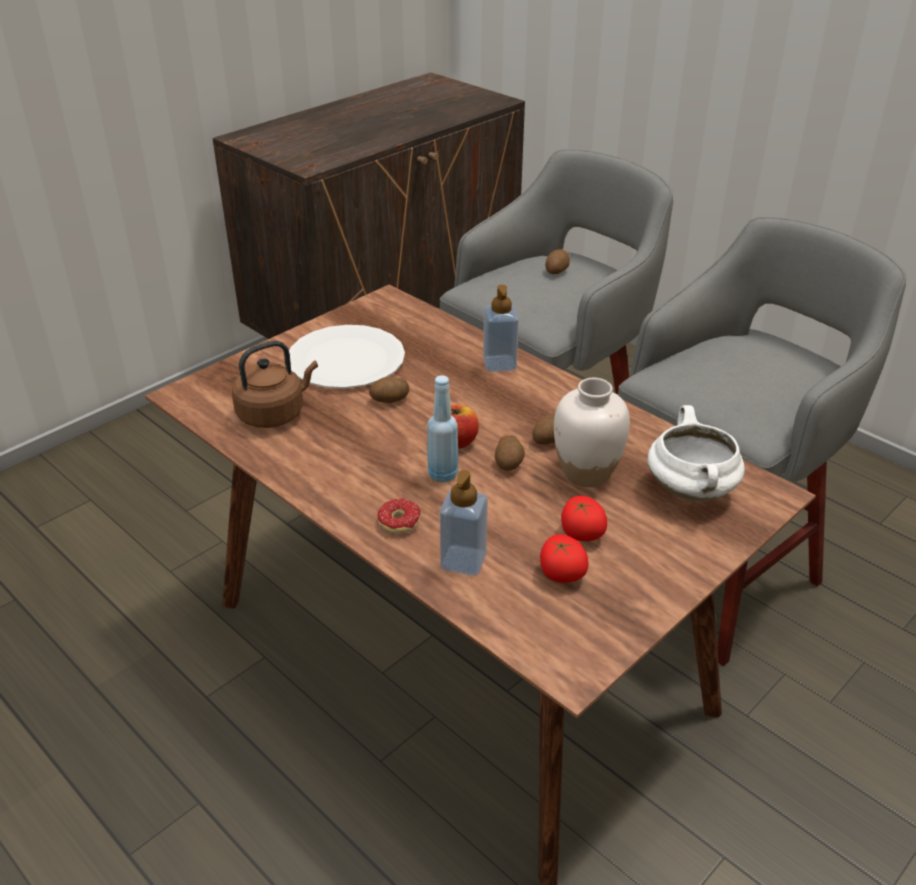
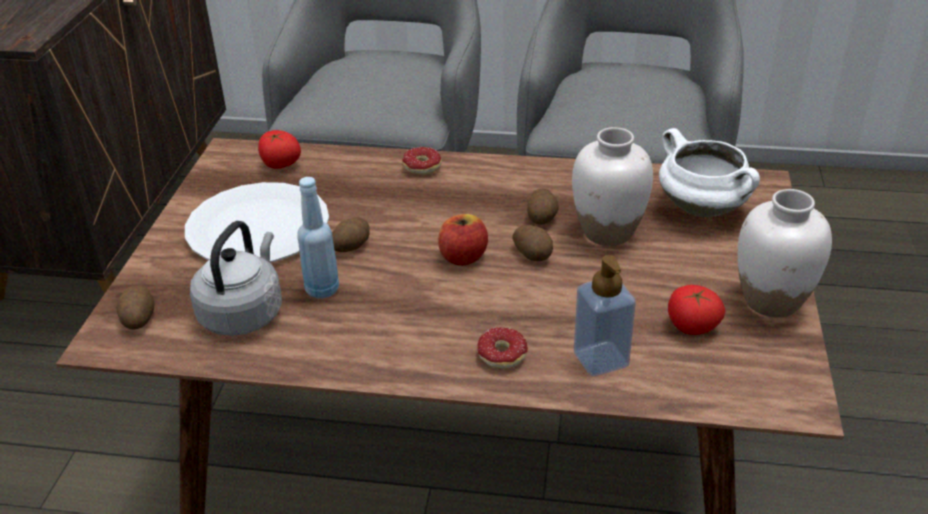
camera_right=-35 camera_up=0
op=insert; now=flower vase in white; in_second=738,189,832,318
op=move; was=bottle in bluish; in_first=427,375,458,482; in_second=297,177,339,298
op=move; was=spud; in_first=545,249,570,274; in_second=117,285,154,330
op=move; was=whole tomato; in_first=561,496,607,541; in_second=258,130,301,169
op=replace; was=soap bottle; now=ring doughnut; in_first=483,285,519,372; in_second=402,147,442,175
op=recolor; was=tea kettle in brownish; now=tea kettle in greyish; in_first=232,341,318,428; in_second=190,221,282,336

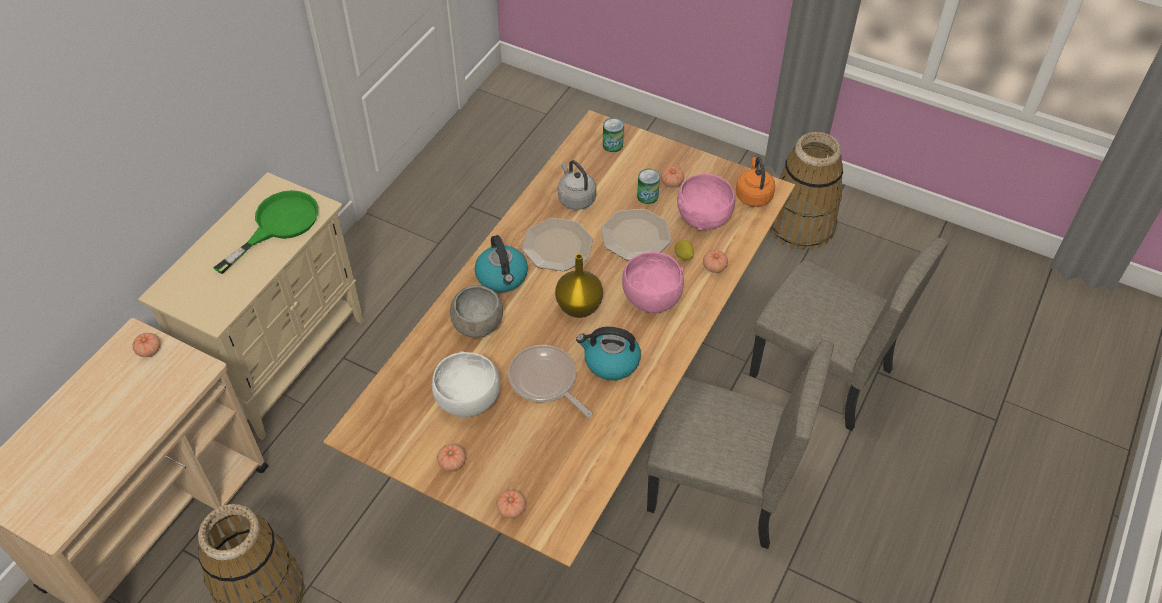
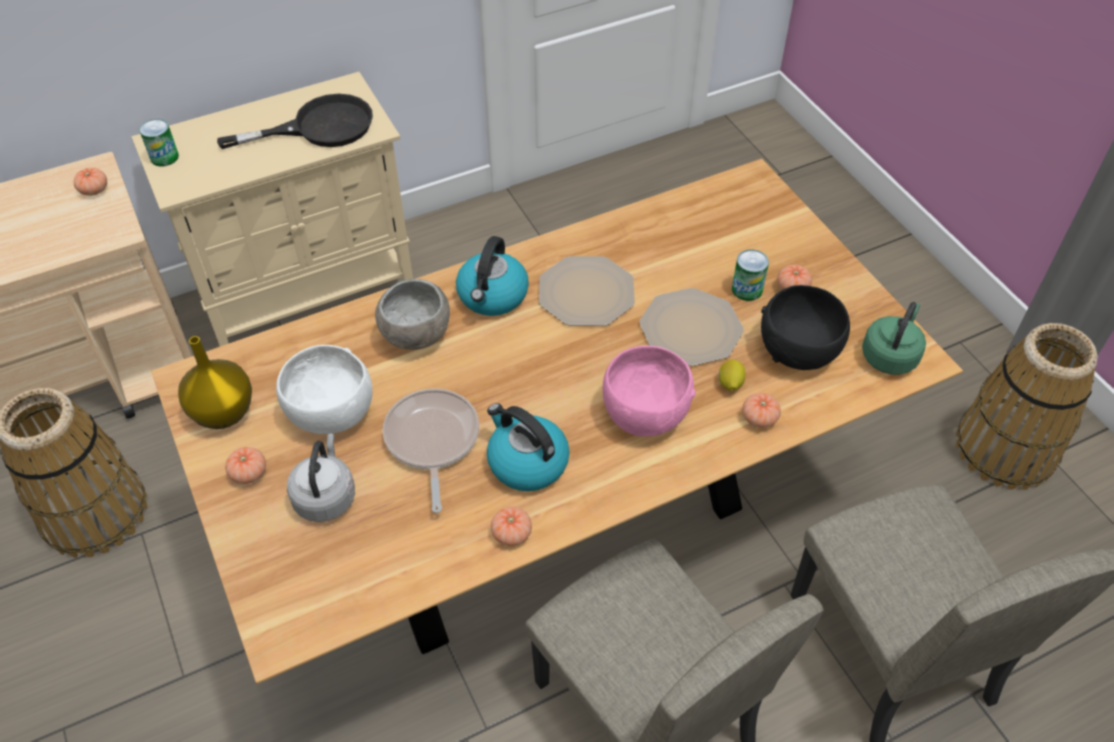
camera_right=35 camera_up=0
op=move; was=whole tomato; in_first=496,490,526,519; in_second=491,507,532,546
op=move; was=flower vase in yellowish; in_first=555,254,603,318; in_second=178,336,252,429
op=move; was=tea kettle in greyish; in_first=558,160,596,210; in_second=287,433,355,522
op=move; was=can; in_first=603,118,624,152; in_second=139,119,179,167
op=recolor; was=pan in greenish; now=pan in blackish; in_first=213,190,318,274; in_second=217,94,373,149
op=recolor; was=deep dish in pink; now=deep dish in blackish; in_first=677,174,735,230; in_second=761,285,850,370
op=recolor; was=tea kettle in orange; now=tea kettle in greenish; in_first=736,157,775,207; in_second=862,302,926,375

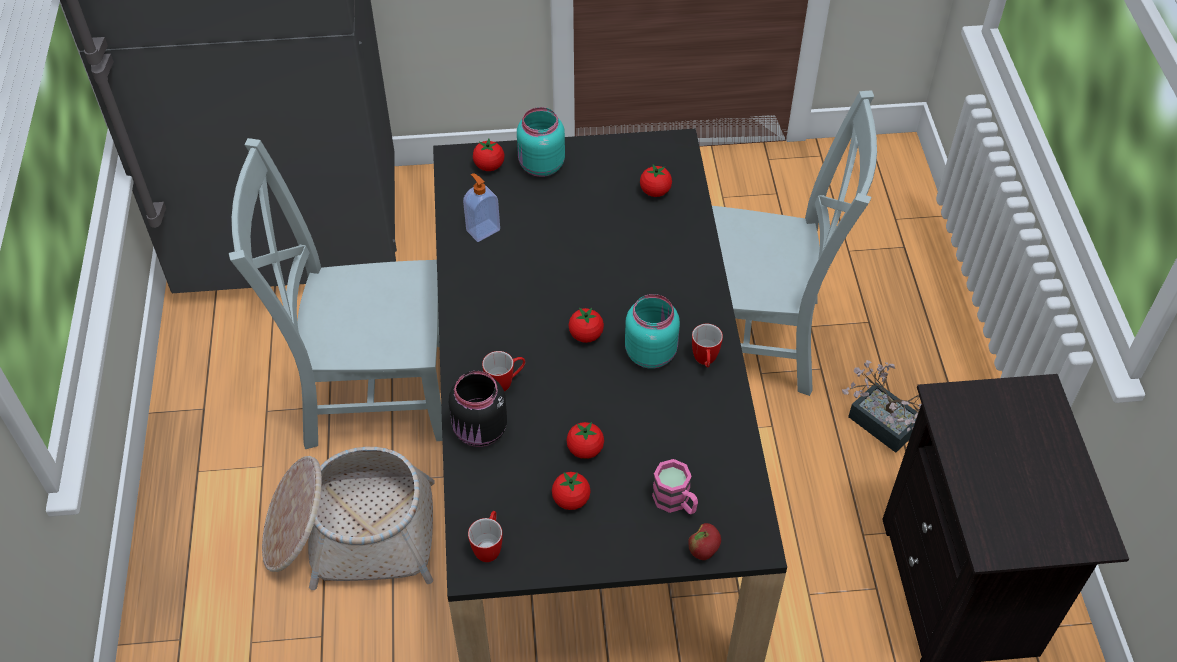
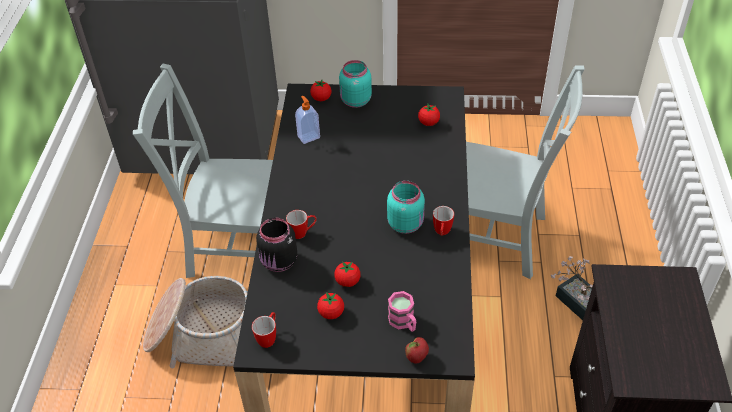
camera_right=10 camera_up=-5
op=delete; was=whole tomato; in_first=568,308,604,343

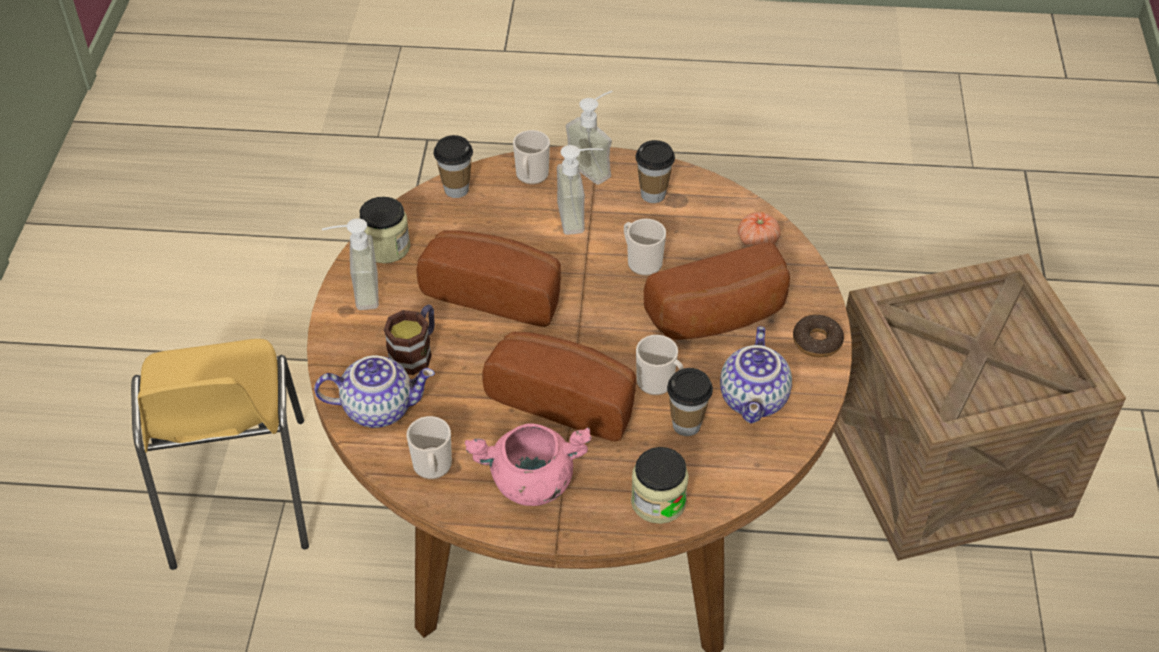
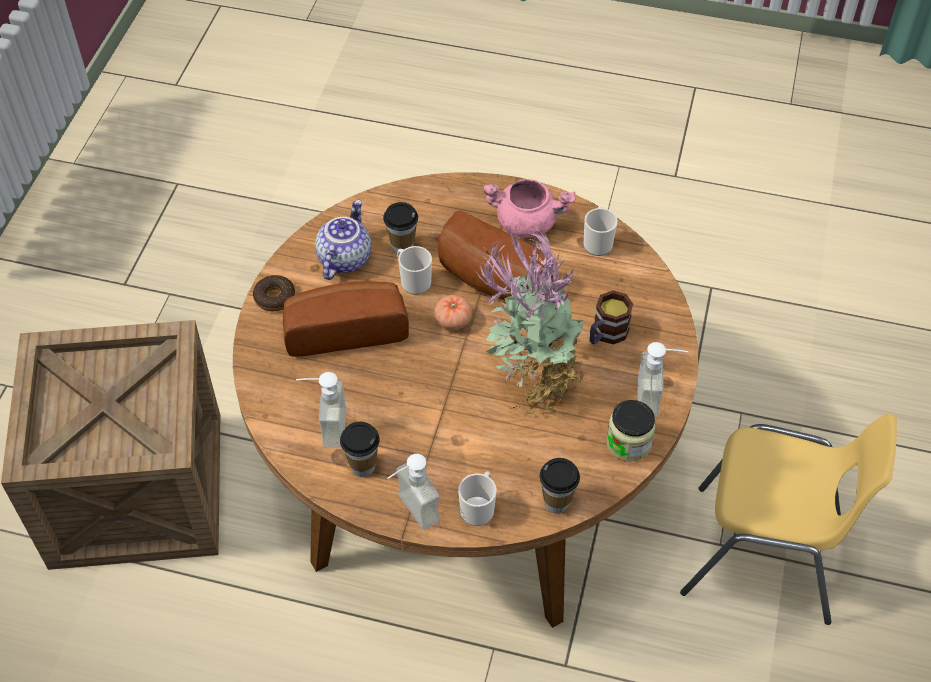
camera_right=-170 camera_up=5
op=delete; was=pot for tea; in_first=314,355,435,428
op=delete; was=coffee mug; in_first=624,219,666,276
op=delete; was=jar; in_first=631,447,689,524
op=move; was=soap bottle; in_first=557,145,603,235; in_second=296,372,347,448
op=move; was=whole tomato; in_first=738,212,781,247; in_second=434,295,472,330
op=replace; was=baked bread; now=potted plant; in_first=416,231,561,327; in_second=475,227,586,416
op=rotate; was=plain chair in yellowish; in_first=131,339,309,570; in_second=680,414,897,625; clockwise=105

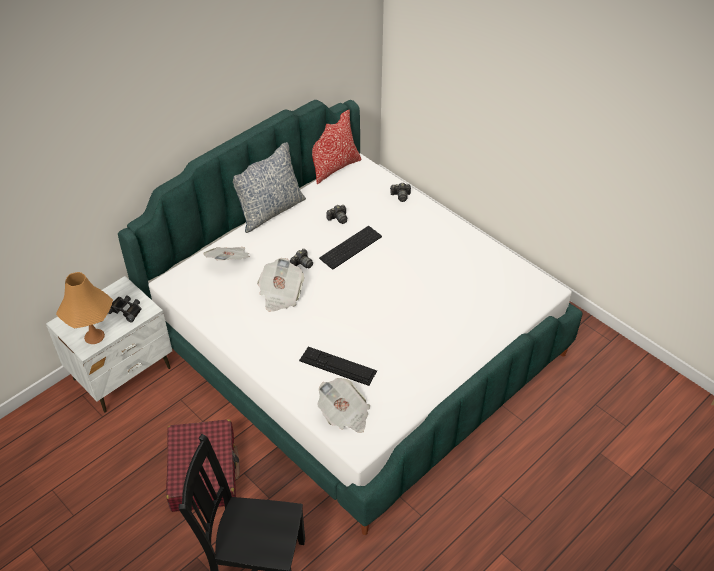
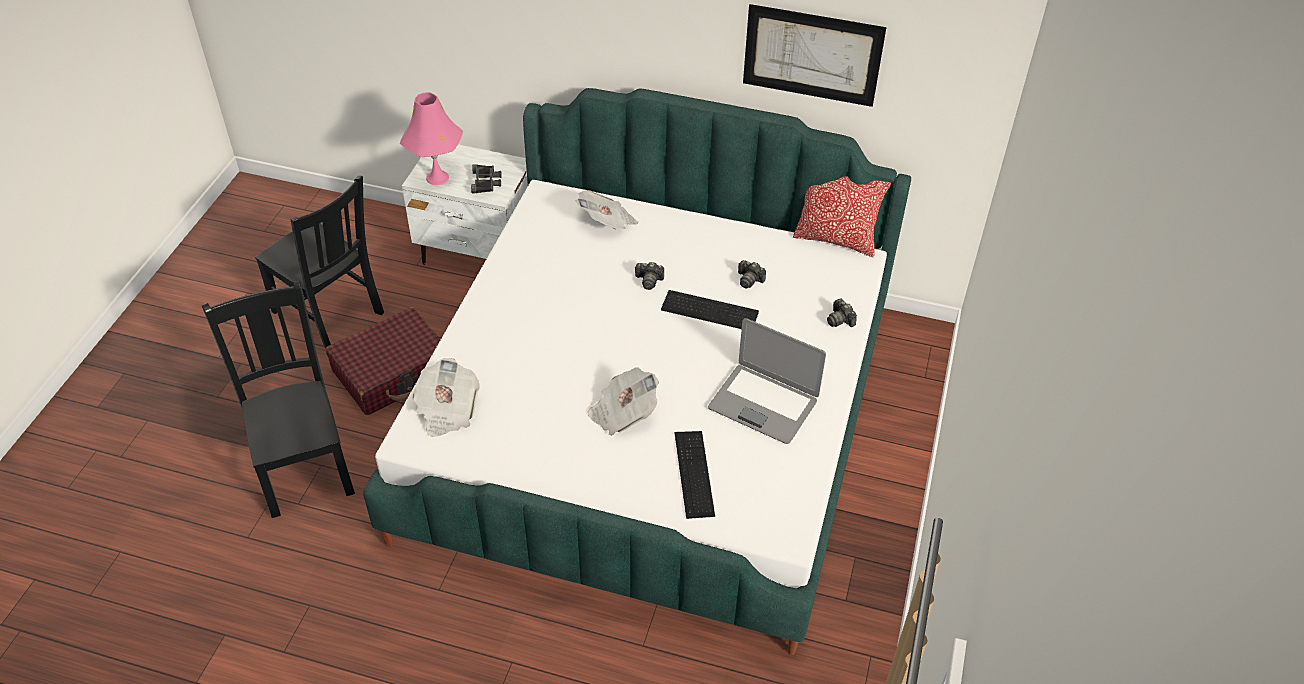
camera_right=60 camera_up=0
op=delete; was=cushion; in_first=233,142,306,233
op=insert; now=plain chair in blackish; in_second=255,176,384,349
op=insert; now=portable computer; in_second=708,318,826,444
op=insert; now=picture; in_second=743,4,886,107
op=move; was=daily paper; in_first=257,258,304,312; in_second=588,368,659,436
op=move; was=keyboard; in_first=299,347,377,386; in_second=675,431,715,519
op=recolor; was=tabletop lamp in orange; now=tabletop lamp in pink; in_first=56,272,113,344; in_second=400,92,463,185

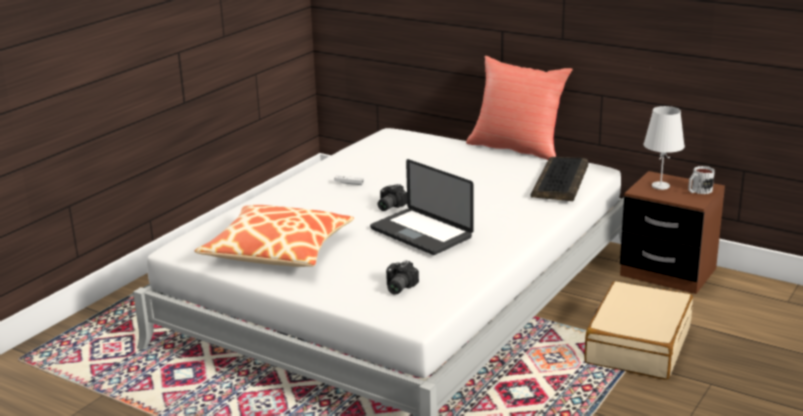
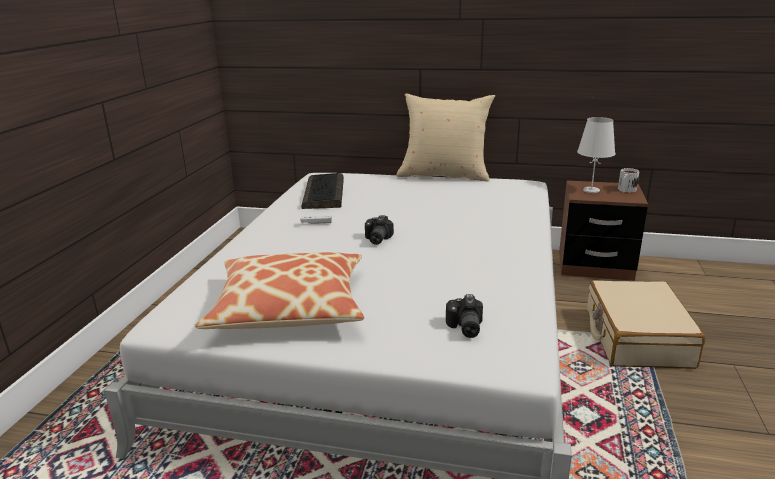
camera_right=-20 camera_up=0
op=delete; was=portable computer; in_first=370,159,474,255
op=move; was=keyboard; in_first=531,157,588,201; in_second=301,173,344,209
op=recolor; was=cushion in reddish; now=cushion in sand-coloured; in_first=466,56,573,160; in_second=396,93,495,182

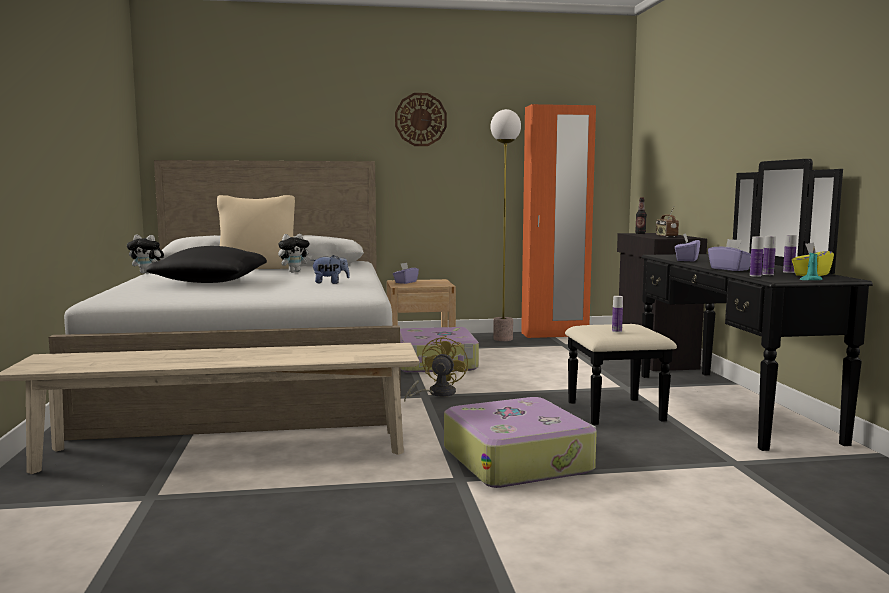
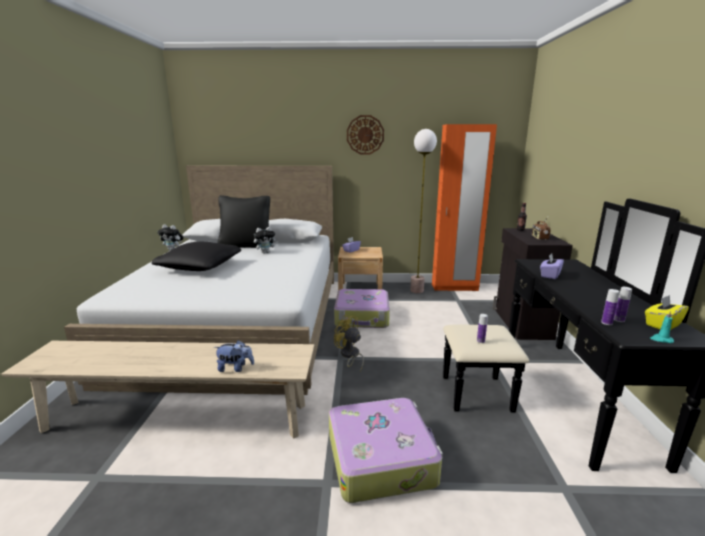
camera_right=10 camera_up=10
op=delete; was=tissue box in purplish; in_first=708,239,751,271
op=delete; was=bottle; in_first=783,235,797,273
op=move; was=soft toy; in_first=311,255,350,284; in_second=214,340,254,372
op=recolor; was=cushion in sand-coloured; now=cushion in blackish; in_first=217,195,295,269; in_second=218,195,270,248
op=rotate; was=fan in yellowish; in_first=404,335,468,402; in_second=334,315,364,371; clockwise=-75

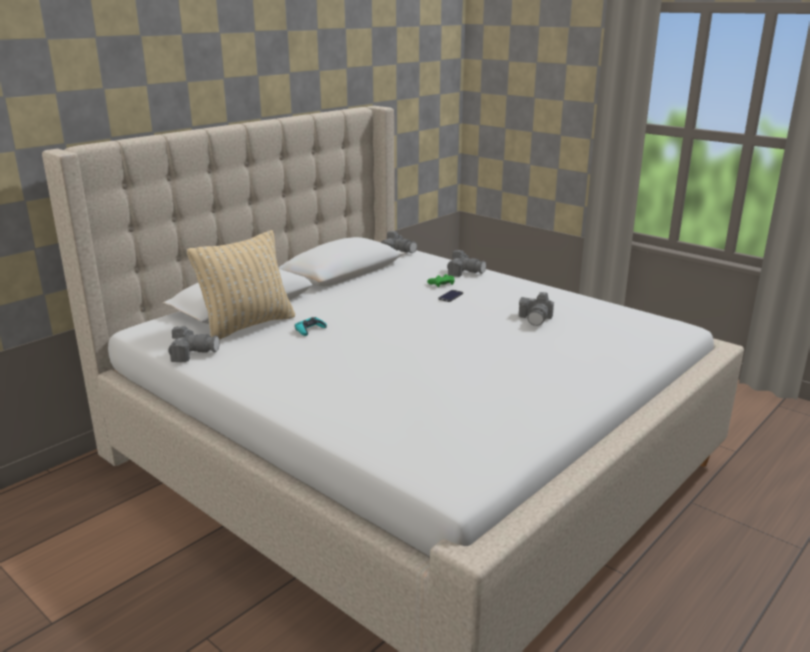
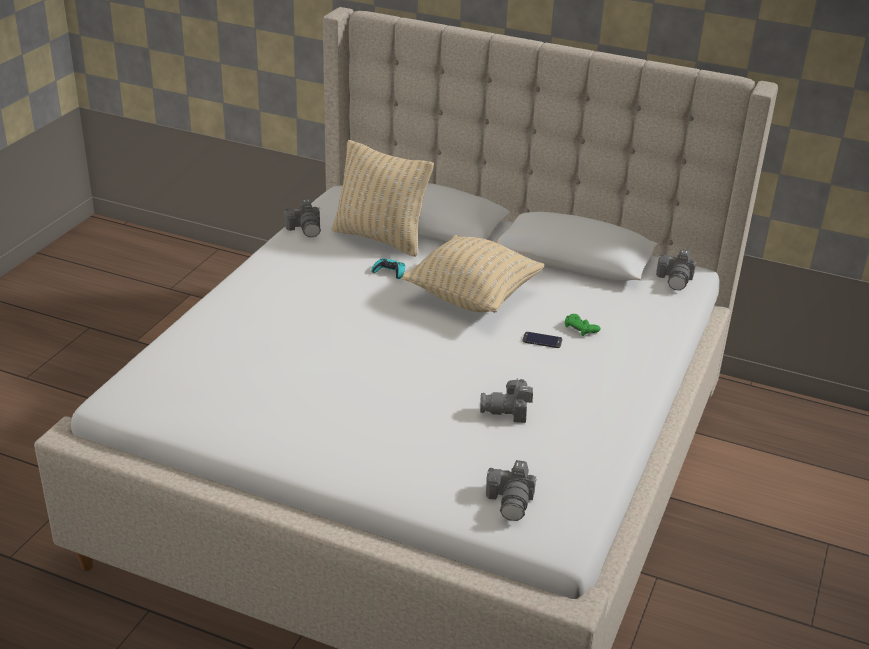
camera_right=70 camera_up=10
op=insert; now=cushion in sand-coloured; in_second=402,235,544,313
op=move; was=photo camera; in_first=447,250,486,277; in_second=486,460,537,521

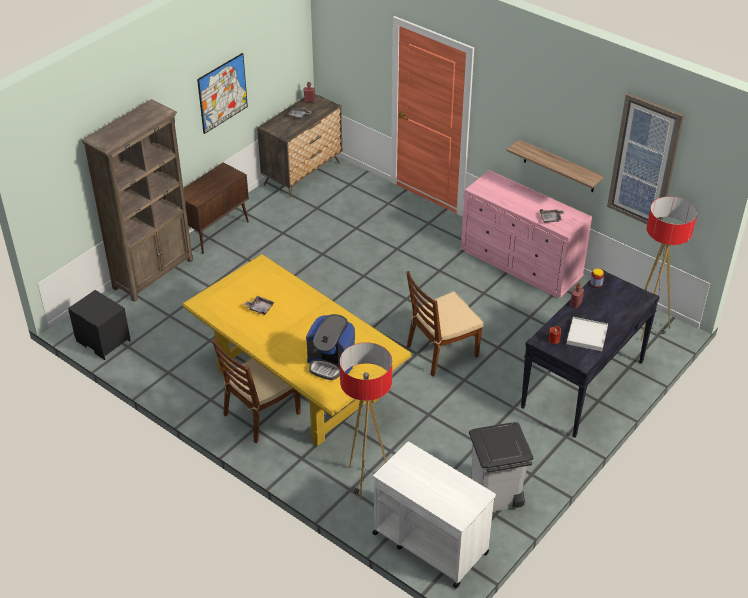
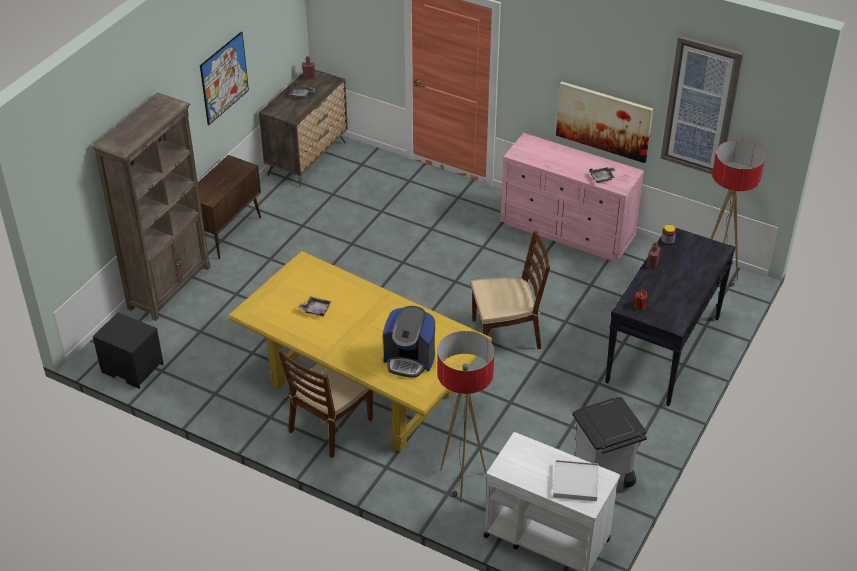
camera_right=-10 camera_up=0
op=move; was=serving tray in white; in_first=566,317,608,351; in_second=553,460,598,501
op=replace; was=shelf; now=picture; in_first=507,139,604,192; in_second=556,81,653,163
op=rotate; was=plain chair in brownish; in_first=406,271,484,376; in_second=471,231,550,349; clockwise=-150

